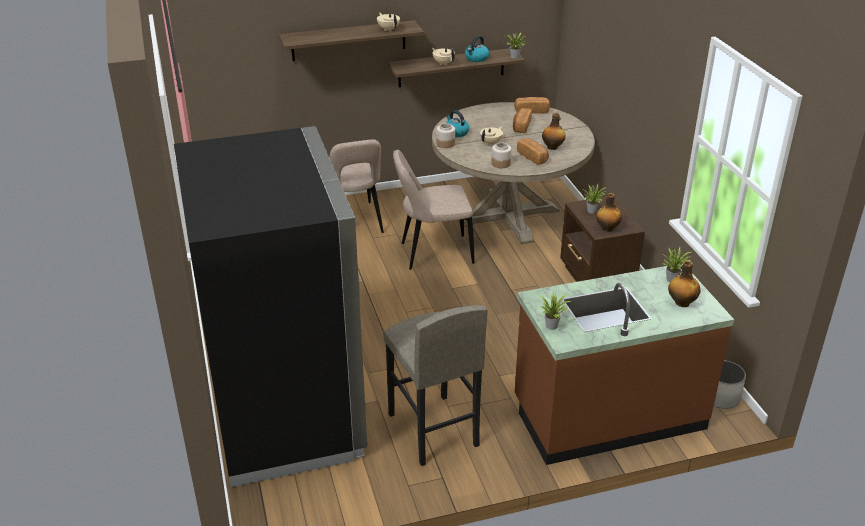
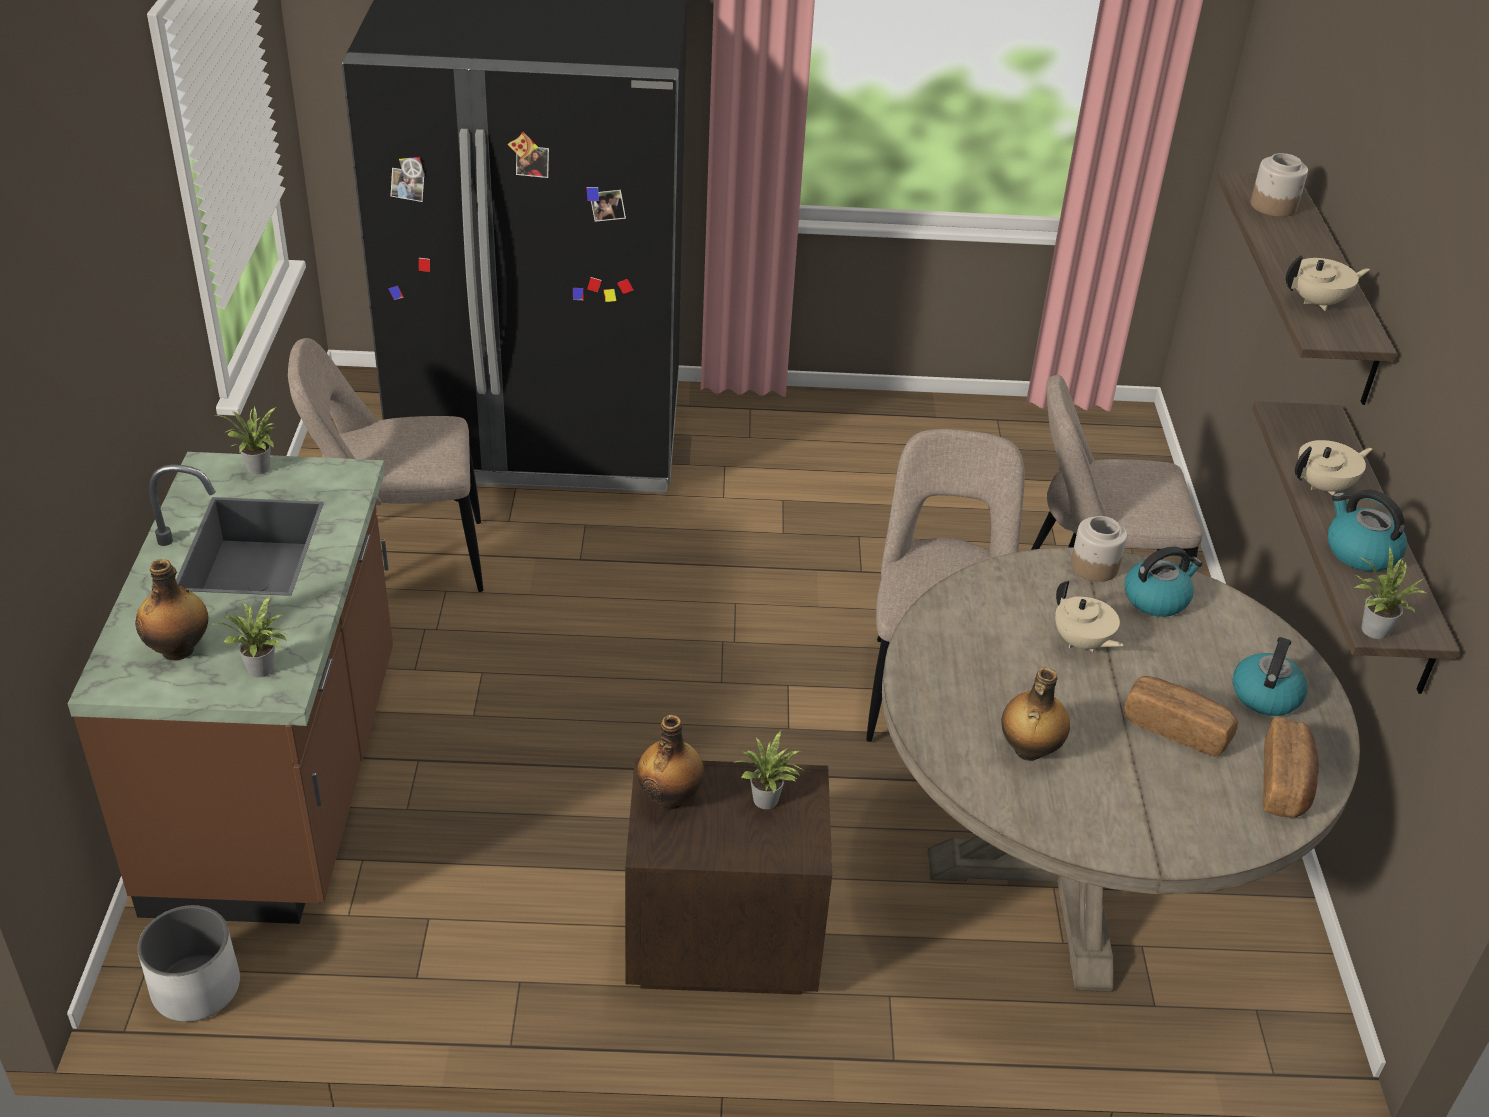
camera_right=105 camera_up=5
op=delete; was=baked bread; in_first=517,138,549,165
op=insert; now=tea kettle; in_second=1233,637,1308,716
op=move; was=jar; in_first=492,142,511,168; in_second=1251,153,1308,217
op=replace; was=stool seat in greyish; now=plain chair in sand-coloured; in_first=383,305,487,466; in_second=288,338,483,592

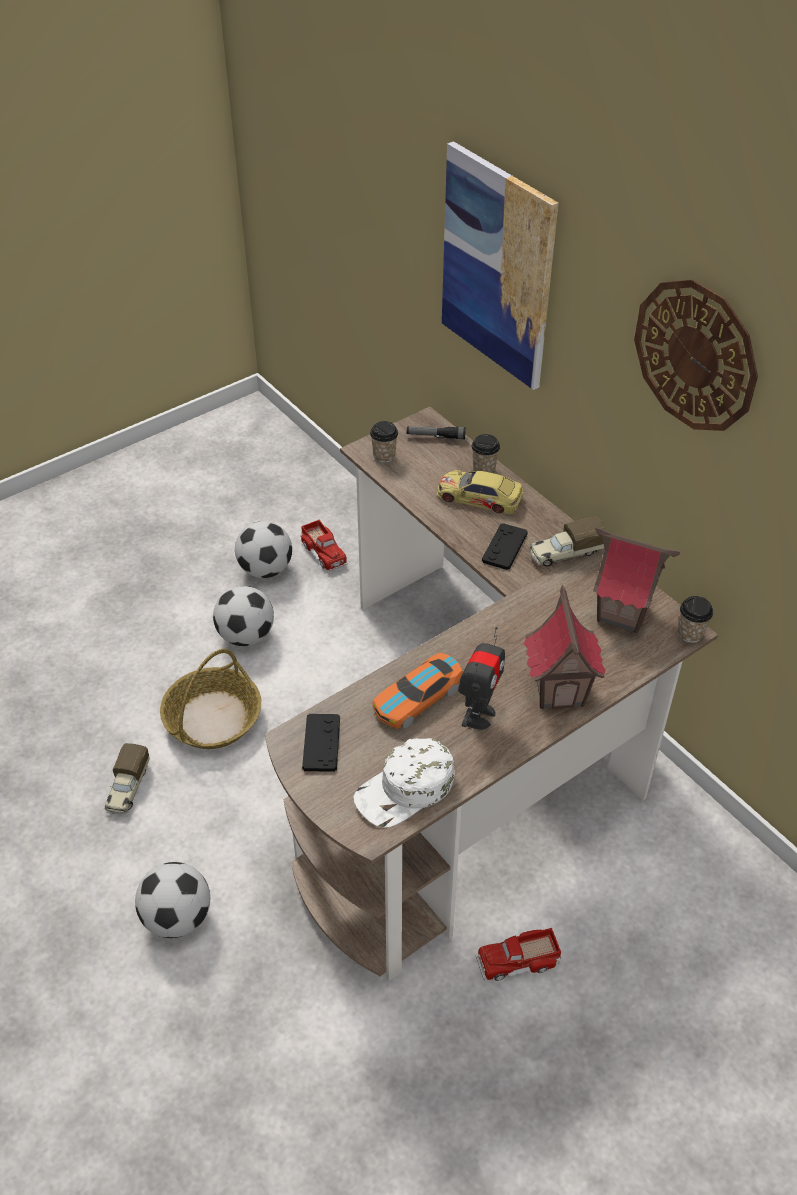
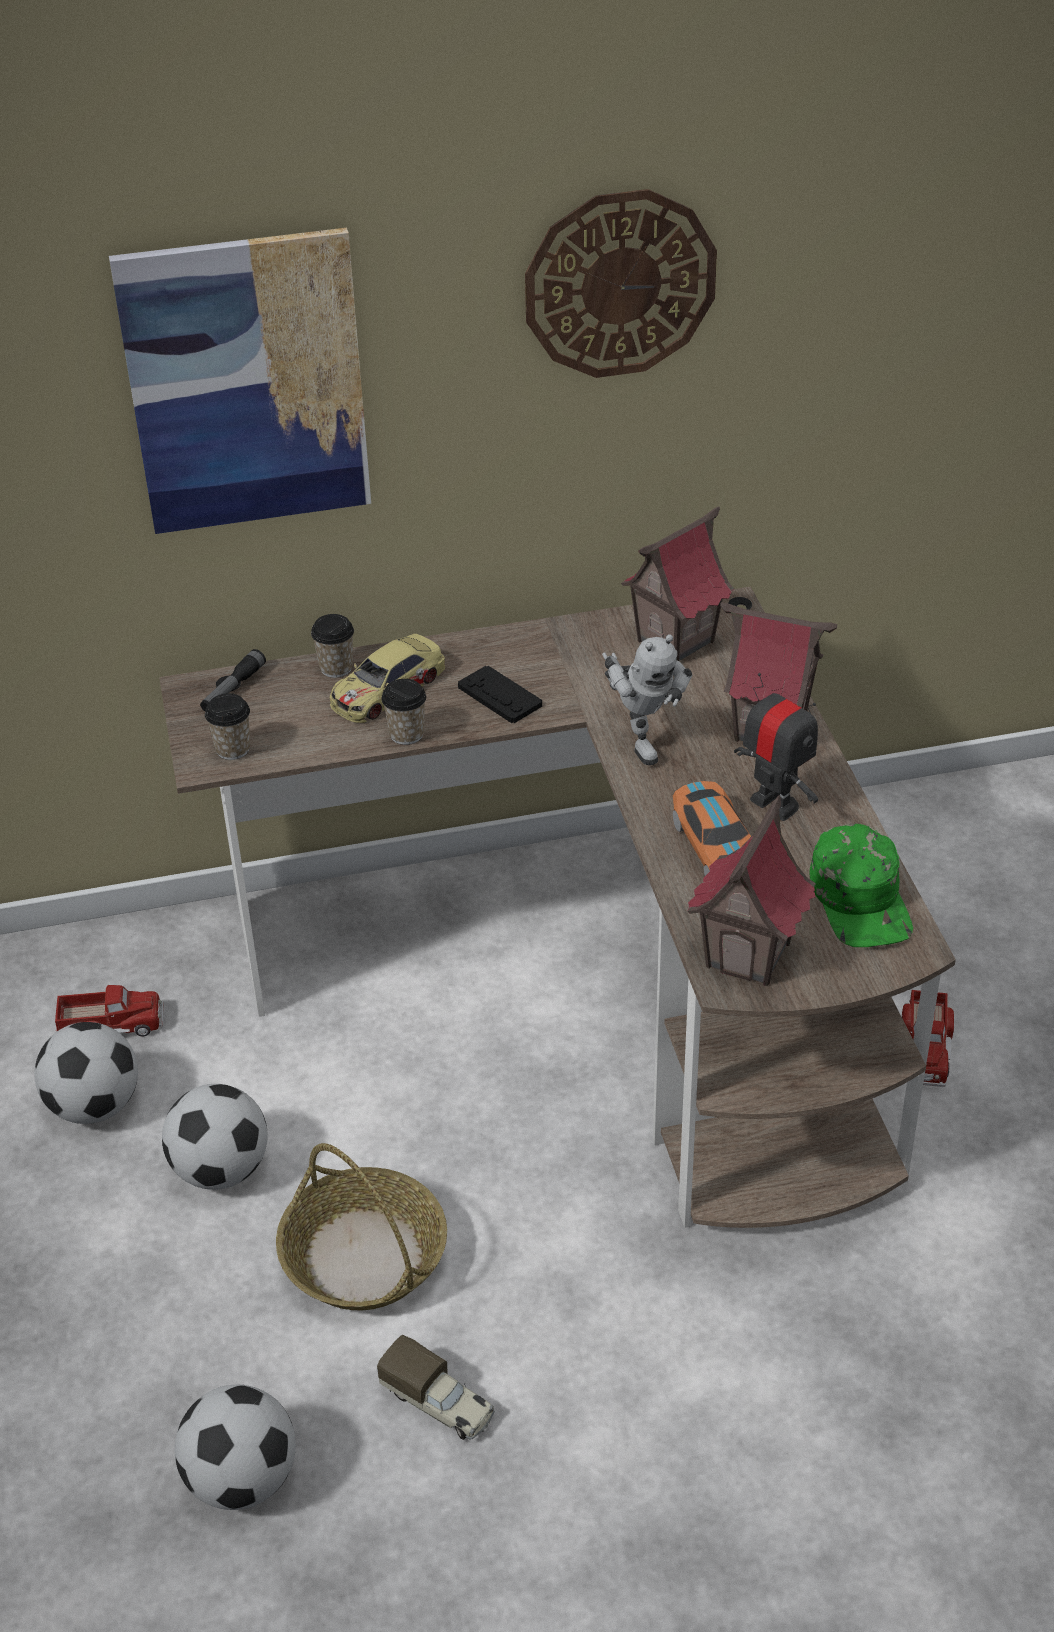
camera_right=-65 camera_up=-5
op=delete; was=toy truck; in_first=529,516,606,567
op=insert; now=robot figure; in_second=602,634,692,765
op=move; was=football ball; in_first=135,862,210,938; in_second=175,1385,296,1510
op=move; was=small cup; in_first=678,596,713,643; in_second=381,679,426,745
op=replace; was=gamepad in blackish; now=miniature house; in_first=302,714,340,772; in_second=688,795,816,986
op=recolor; was=peaked cap in white; now=peaked cap in greenish; in_first=354,738,455,827; in_second=809,824,913,947

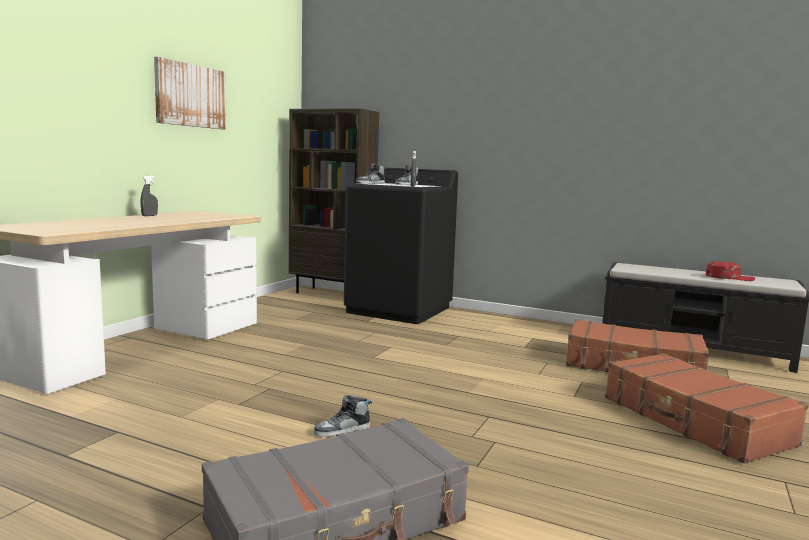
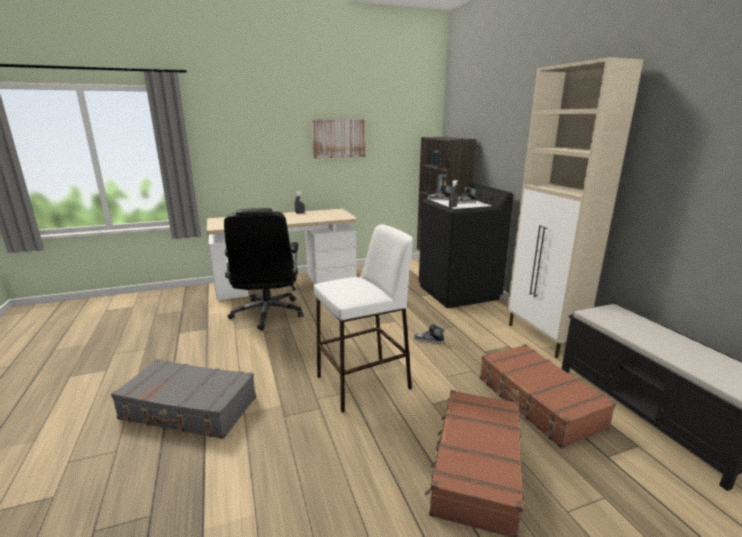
camera_right=45 camera_up=10
op=delete; was=peaked cap in reddish; in_first=706,261,755,281
op=insert; now=desk chair in blackish; in_second=224,208,304,331
op=insert; now=stool seat in white; in_second=313,225,413,413
op=insert; now=storage cabinet in sand-coloured; in_second=507,57,644,358
op=move; was=low shoe; in_first=314,395,372,437; in_second=414,324,445,344

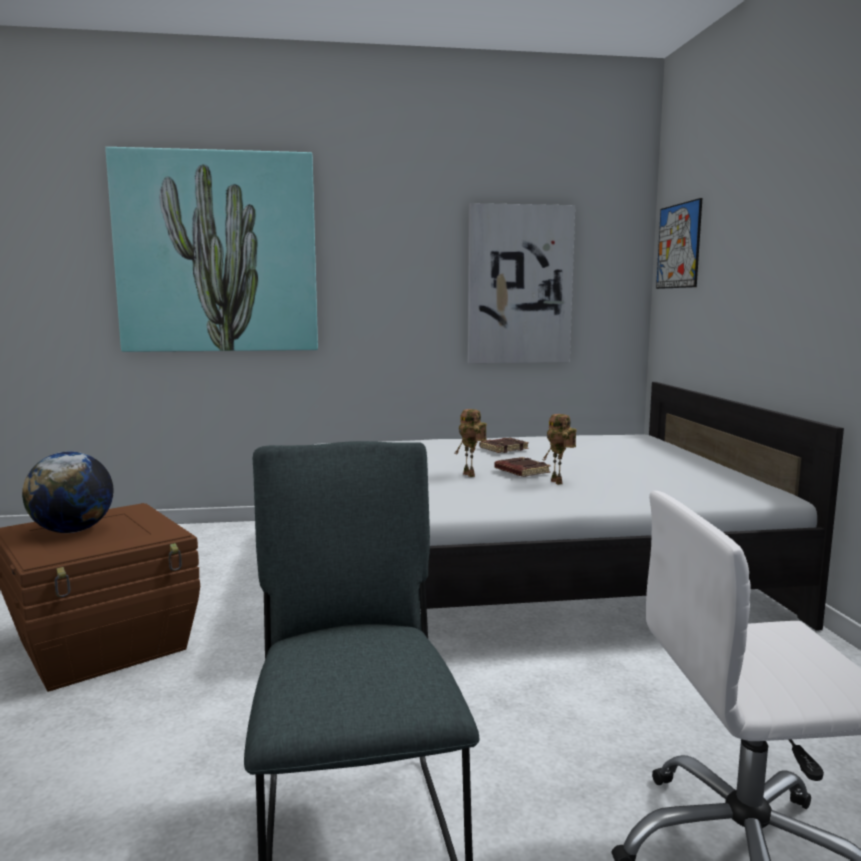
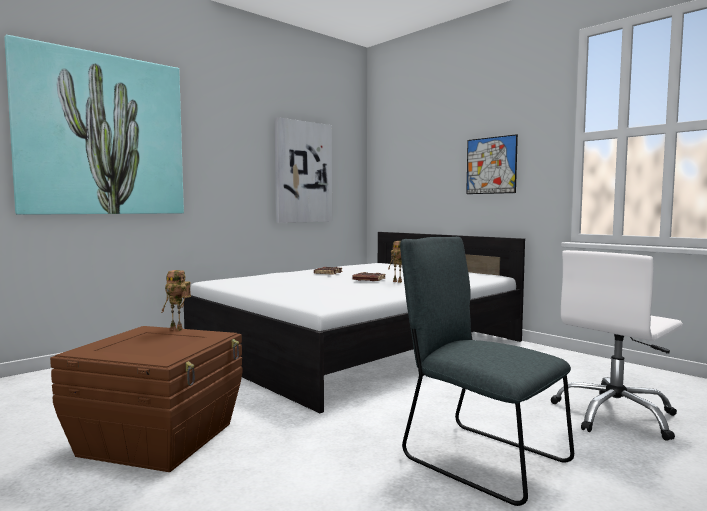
camera_right=-35 camera_up=-5
op=delete; was=globe; in_first=22,451,114,533
op=move; was=robot figure; in_first=455,409,487,477; in_second=161,270,191,331
op=move; was=picture; in_first=656,198,702,289; in_second=466,134,518,194

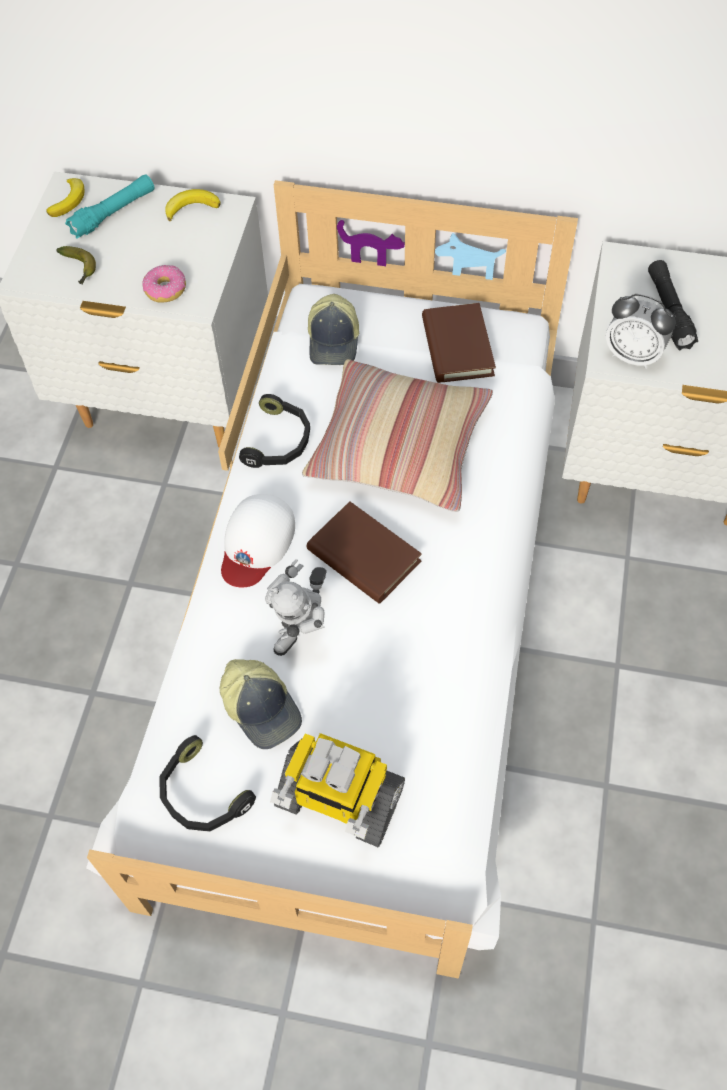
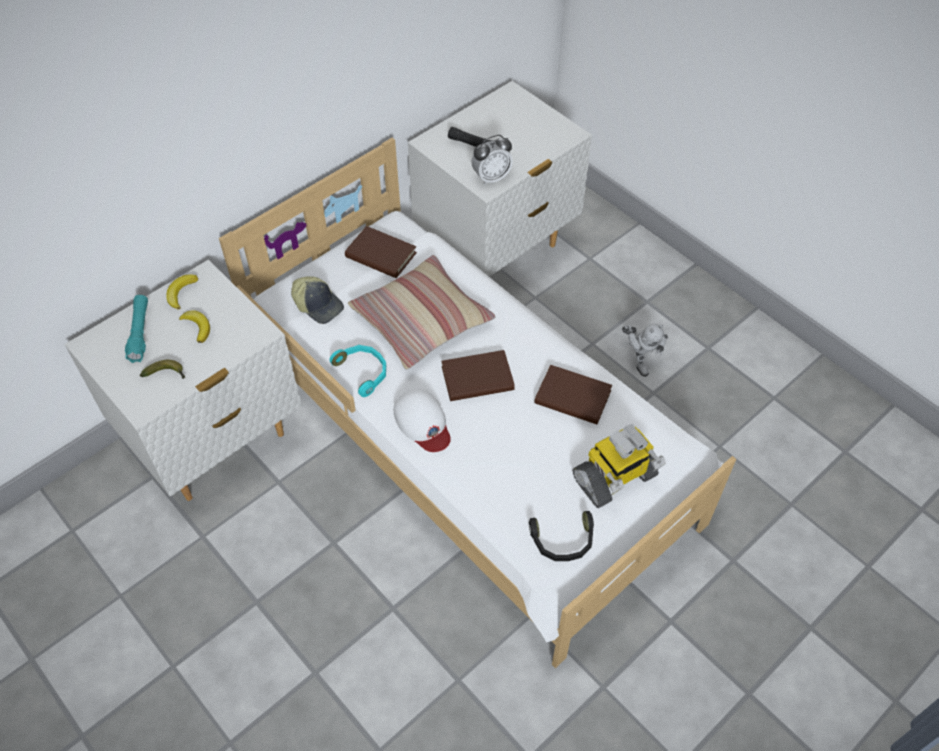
camera_right=-55 camera_up=-5
op=delete; was=ring doughnut; in_first=142,265,186,303
op=delete; was=peaked cap; in_first=220,659,302,749
op=insert; now=bound book in brownish; in_second=535,365,612,424
op=move; was=whole banana; in_first=46,178,84,217; in_second=179,310,210,343
op=move; was=robot figure; in_first=265,559,327,656; in_second=622,324,668,377
op=recolor; was=headphones in blackish; now=headphones in blue-green; in_first=239,394,310,468; in_second=330,345,386,397

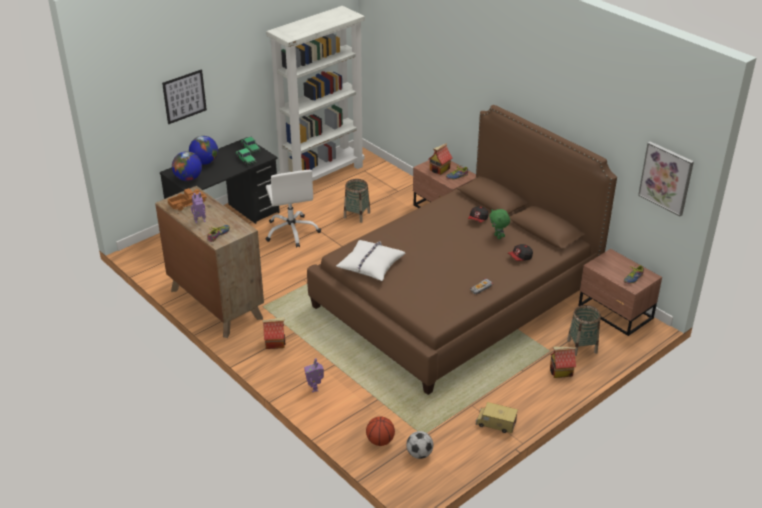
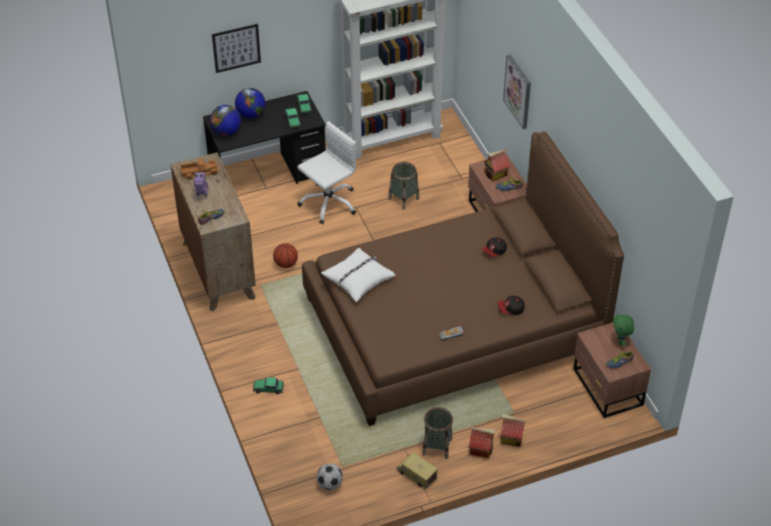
camera_right=20 camera_up=10
op=move; was=miniature house; in_first=262,317,285,349; in_second=469,427,495,458
op=move; was=ball for basketball; in_first=366,416,395,446; in_second=273,243,298,268
op=move; was=soft toy in greenish; in_first=489,209,510,239; in_second=613,313,634,345
op=move; was=storage basket; in_first=567,305,601,356; in_second=422,407,453,459
op=move; was=picture; in_first=638,141,694,216; in_second=503,55,531,129
op=replace; was=robot figure; now=toy car; in_first=304,358,324,392; in_second=253,377,284,394
op=rotate; was=desk chair in white; in_first=265,170,321,248; in_second=297,121,356,224; clockwise=-135

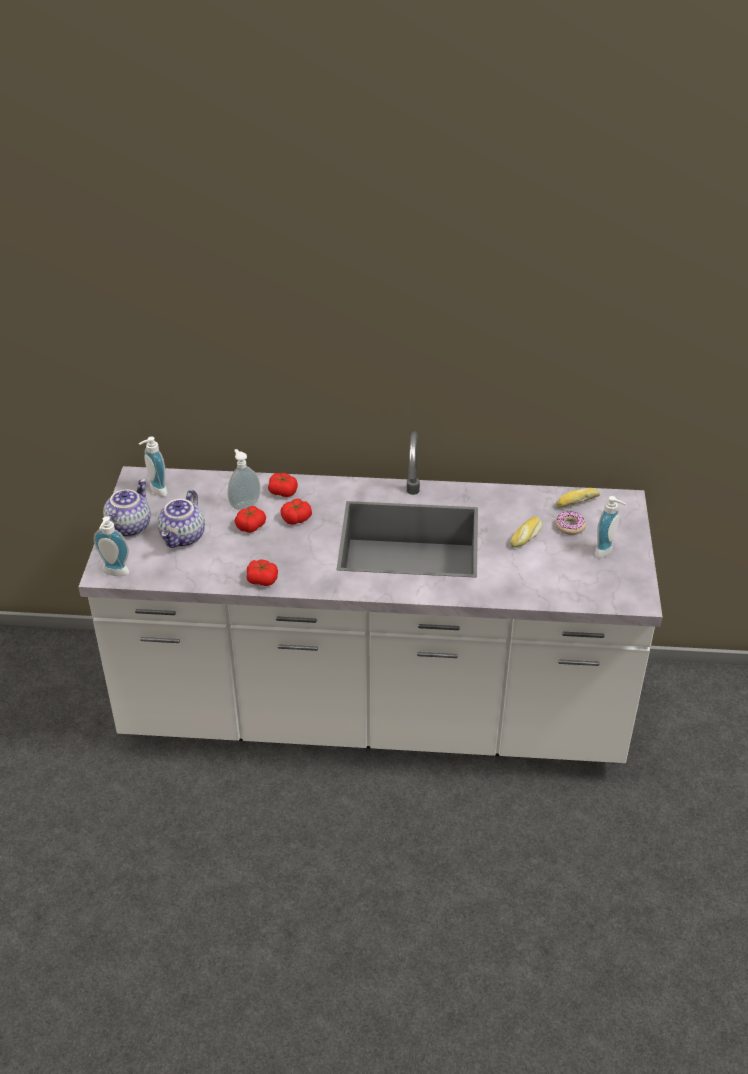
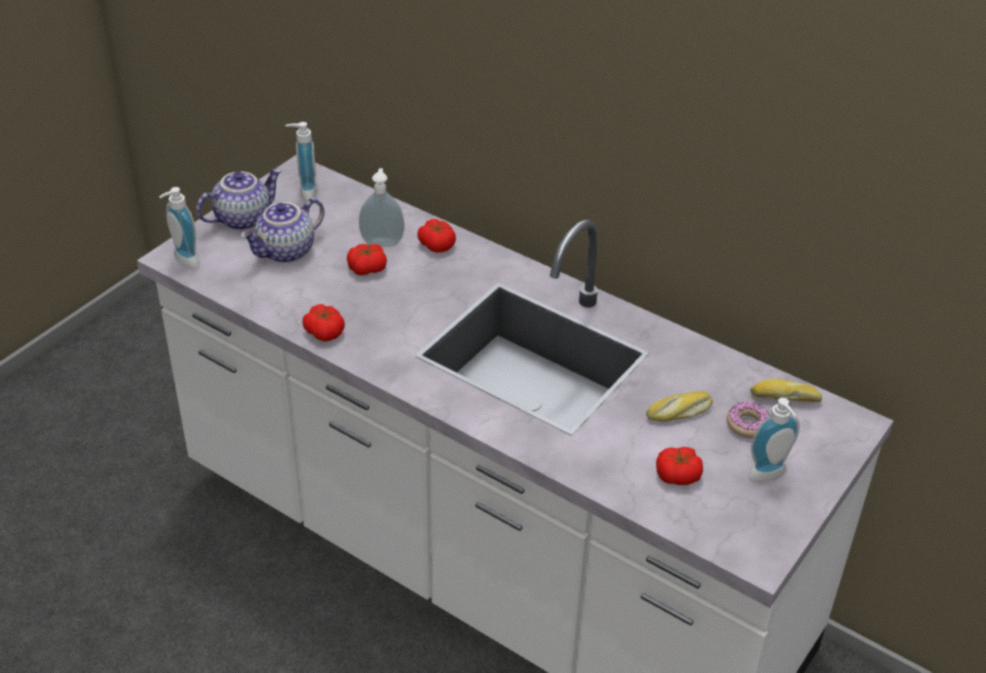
camera_right=30 camera_up=0
op=move; was=whole tomato; in_first=280,499,312,525; in_second=656,447,703,485

